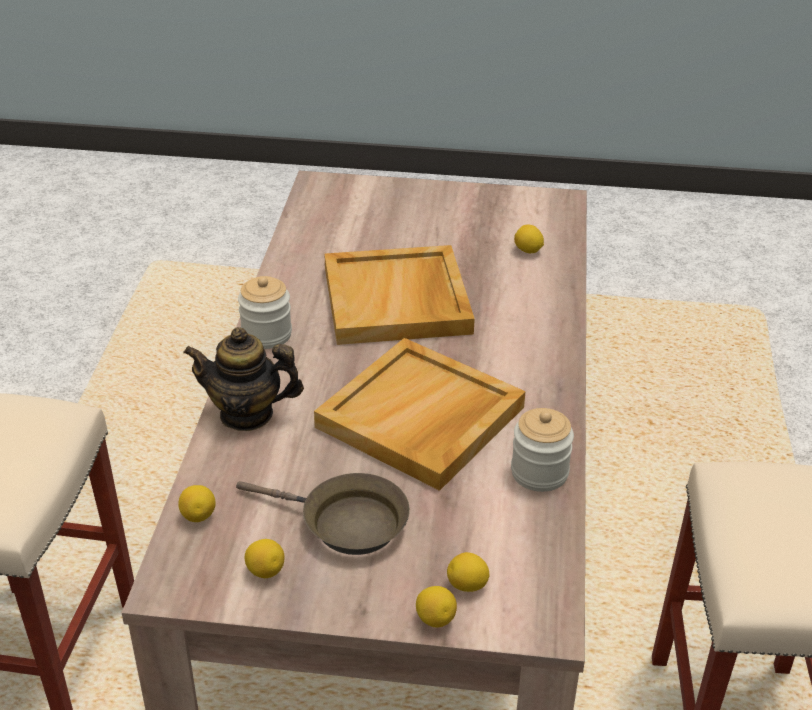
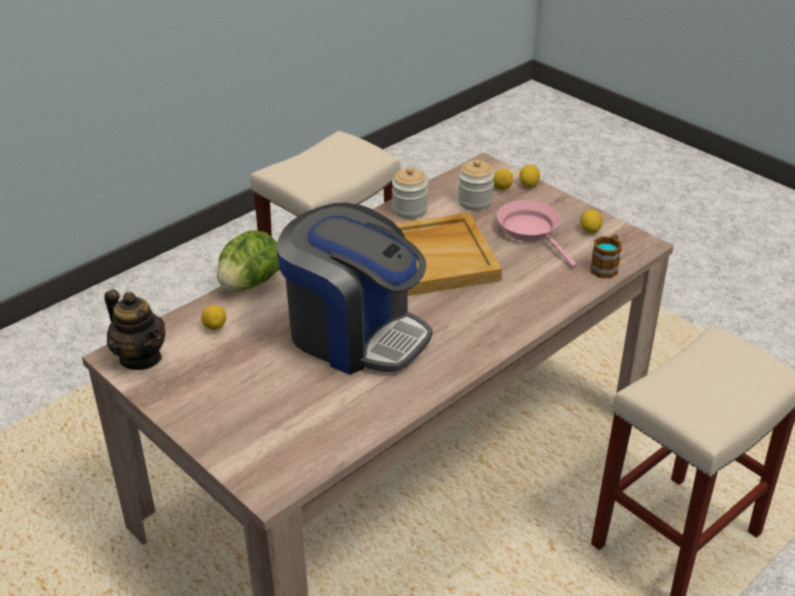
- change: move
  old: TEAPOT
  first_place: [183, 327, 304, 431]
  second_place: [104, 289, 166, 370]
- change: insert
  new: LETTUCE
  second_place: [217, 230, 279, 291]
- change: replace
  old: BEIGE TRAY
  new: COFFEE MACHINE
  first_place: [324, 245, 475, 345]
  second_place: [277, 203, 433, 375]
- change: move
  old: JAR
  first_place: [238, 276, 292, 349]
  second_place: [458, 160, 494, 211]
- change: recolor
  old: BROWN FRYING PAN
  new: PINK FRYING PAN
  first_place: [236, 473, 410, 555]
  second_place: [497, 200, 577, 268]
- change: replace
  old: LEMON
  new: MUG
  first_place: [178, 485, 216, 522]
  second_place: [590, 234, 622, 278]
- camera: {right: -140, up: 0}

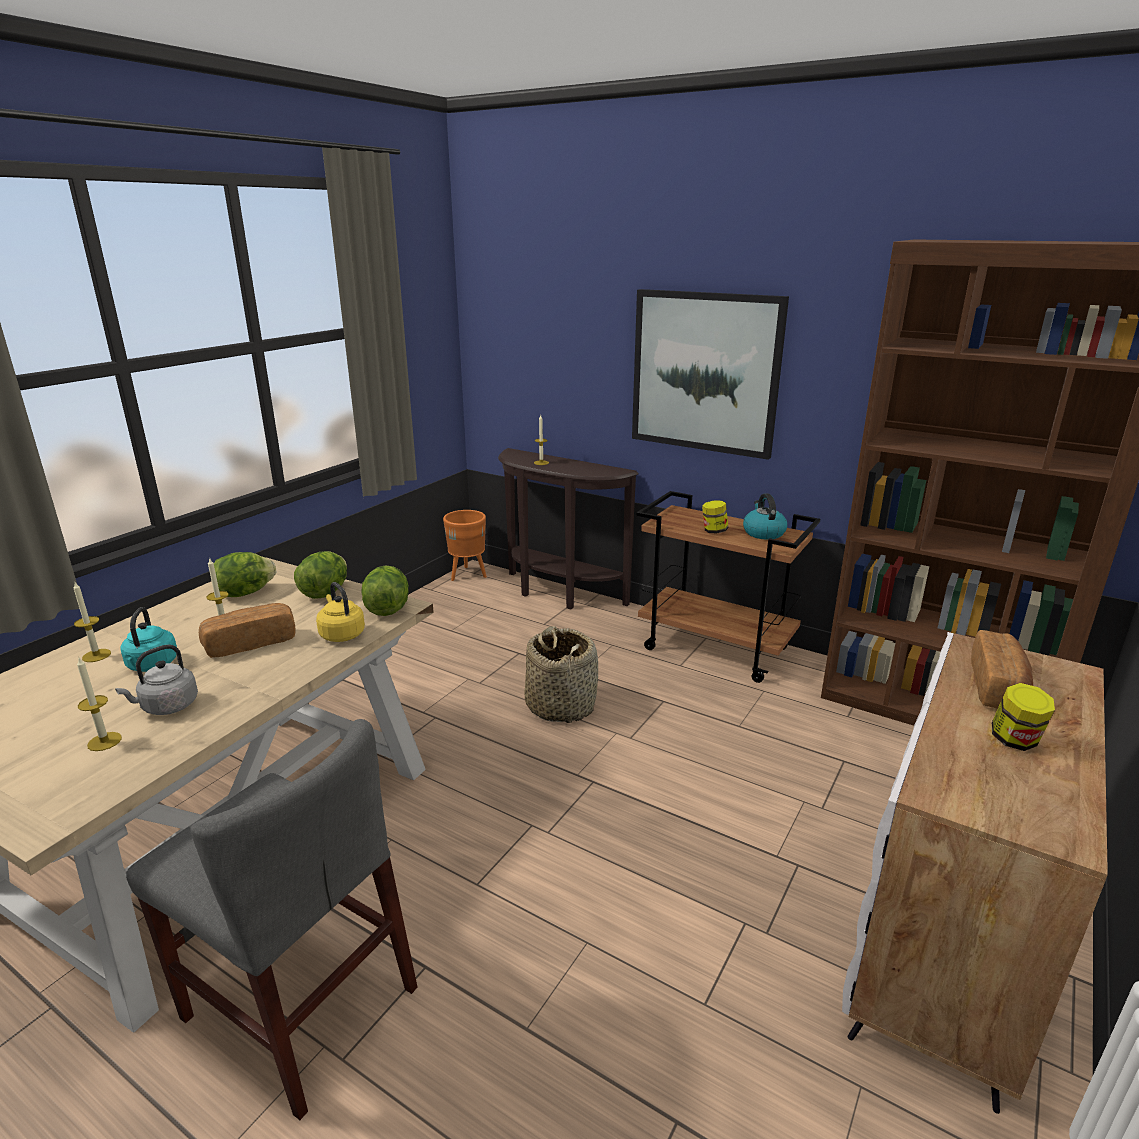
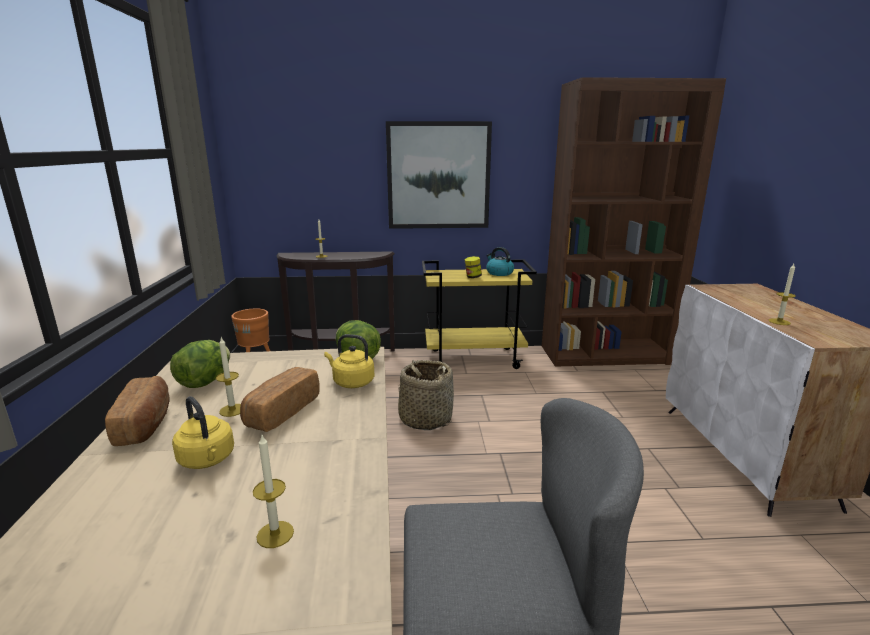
- change: move
  old: BREAD
  first_place: [971, 630, 1033, 708]
  second_place: [105, 376, 170, 446]
- change: recolor
  old: TURQUOISE KETTLE
  new: YELLOW KETTLE
  first_place: [120, 607, 177, 672]
  second_place: [172, 396, 234, 469]
- change: recolor
  old: BROWN CART
  new: YELLOW CART
  first_place: [636, 491, 820, 683]
  second_place: [422, 260, 537, 369]
- change: move
  old: CANDLE
  first_place: [74, 582, 111, 662]
  second_place: [769, 264, 796, 325]
- change: delete
  old: GREY KETTLE
  first_place: [115, 645, 198, 715]
- change: delete
  old: LETTUCE
  first_place: [294, 551, 347, 599]
- change: delete
  old: JAR
  first_place: [992, 683, 1055, 751]
- camera: {right: -35, up: -5}

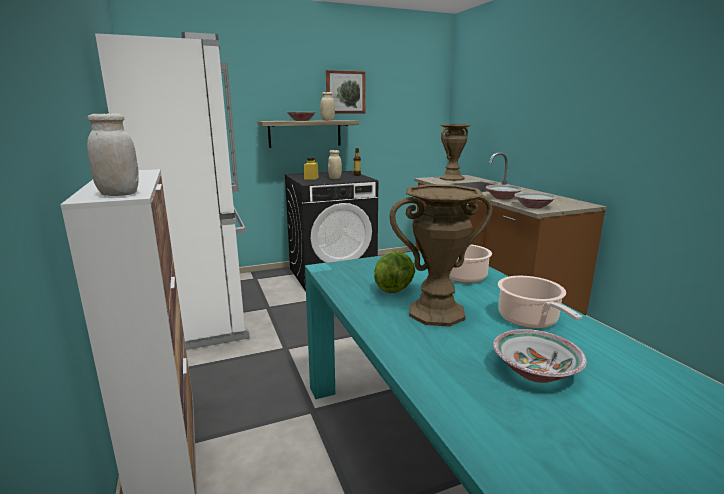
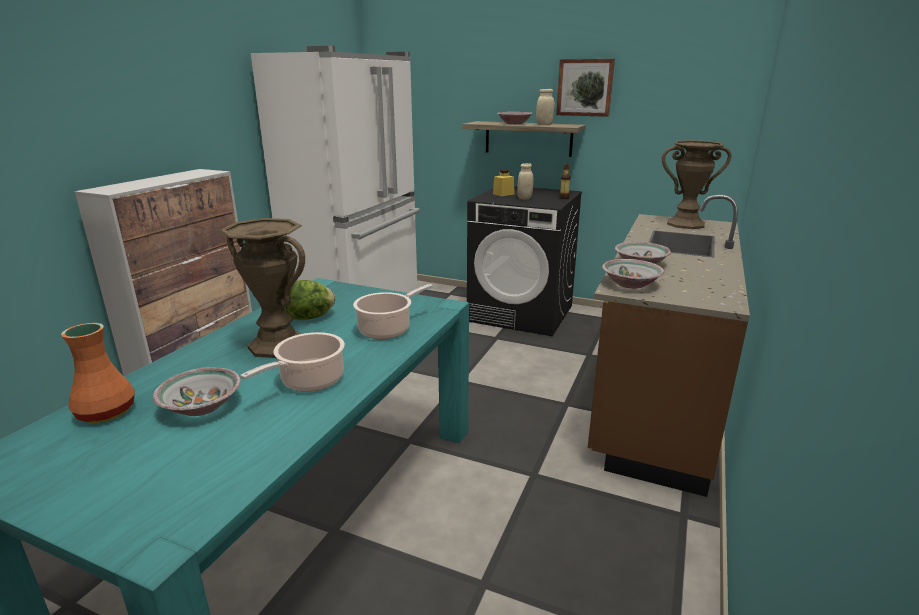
- change: insert
  new: ORANGE VASE
  second_place: [61, 323, 135, 423]
- change: delete
  old: WHITE JAR
  first_place: [87, 113, 139, 196]
- camera: {right: 45, up: 5}

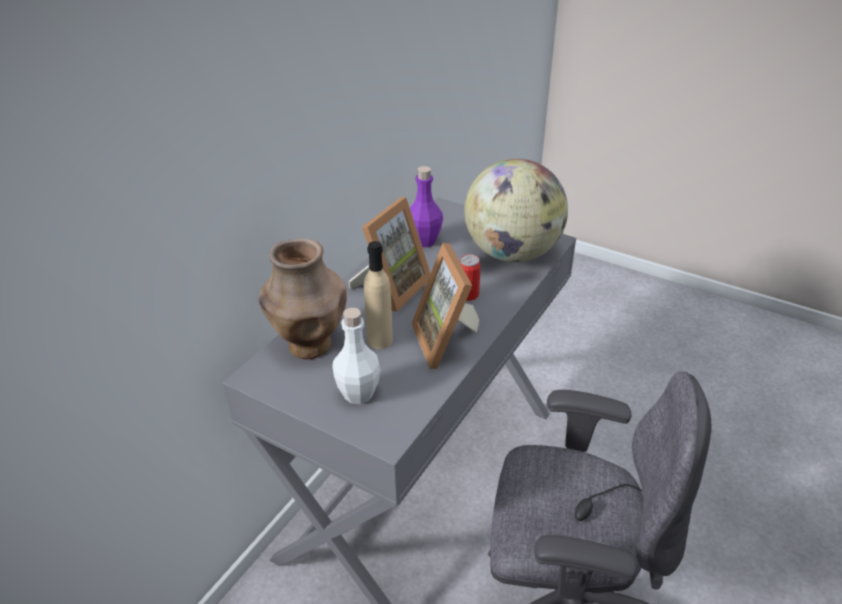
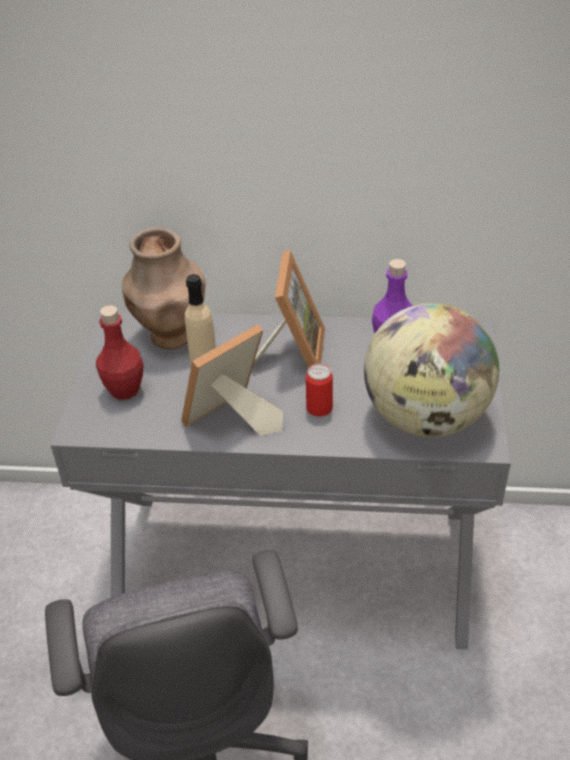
- change: recolor
  old: WHITE BOTTLE
  new: RED BOTTLE
  first_place: [332, 308, 381, 404]
  second_place: [96, 306, 144, 400]
- change: rotate
  old: PICTURE FRAME
  first_place: [349, 197, 431, 311]
  second_place: [254, 250, 325, 368]
  degrees: -90
- camera: {right: 65, up: 5}

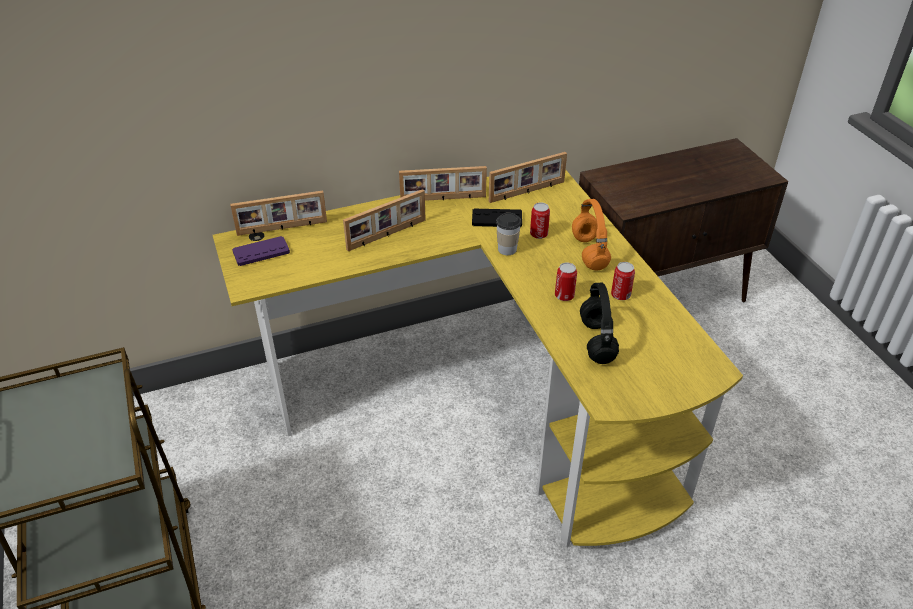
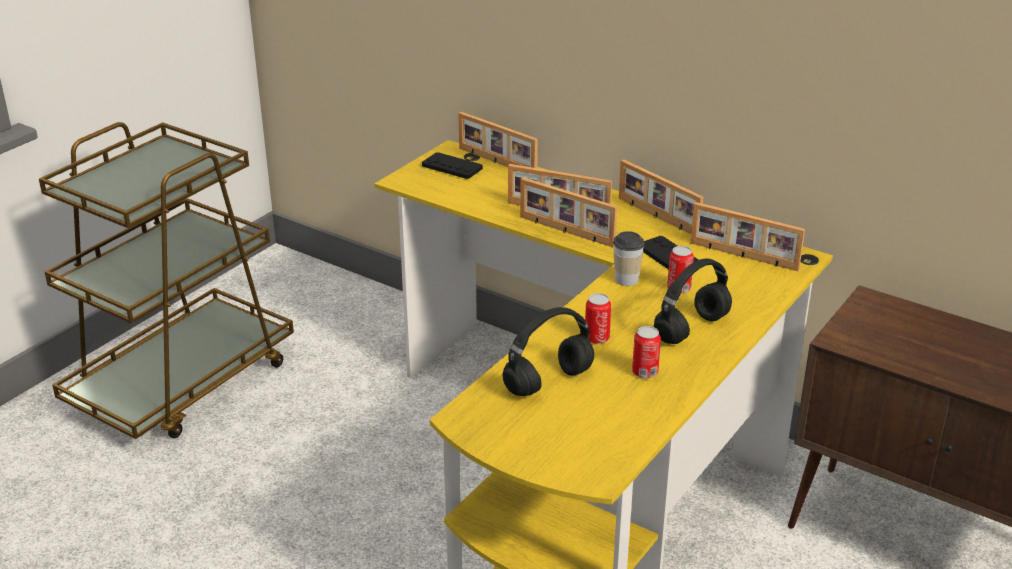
- change: recolor
  old: PURPLE GAME CONTROLLER
  new: BLACK GAME CONTROLLER
  first_place: [232, 236, 290, 266]
  second_place: [422, 152, 483, 179]
- change: insert
  new: PICTURE FRAME
  second_place: [520, 177, 617, 247]
- change: recolor
  old: ORANGE HEADPHONES
  new: BLACK HEADPHONES
  first_place: [572, 199, 611, 270]
  second_place: [654, 259, 732, 344]
- camera: {right: 55, up: -10}

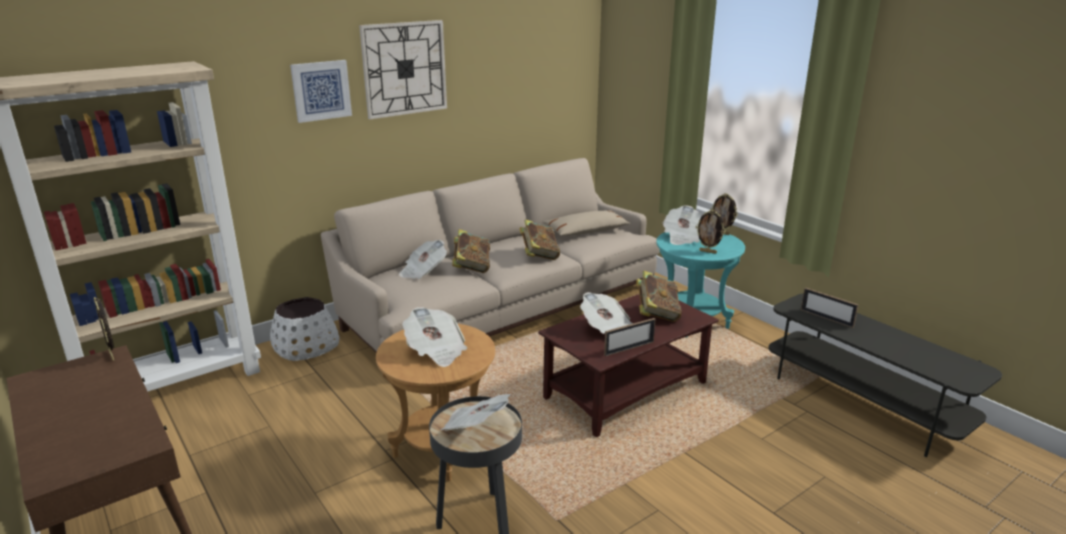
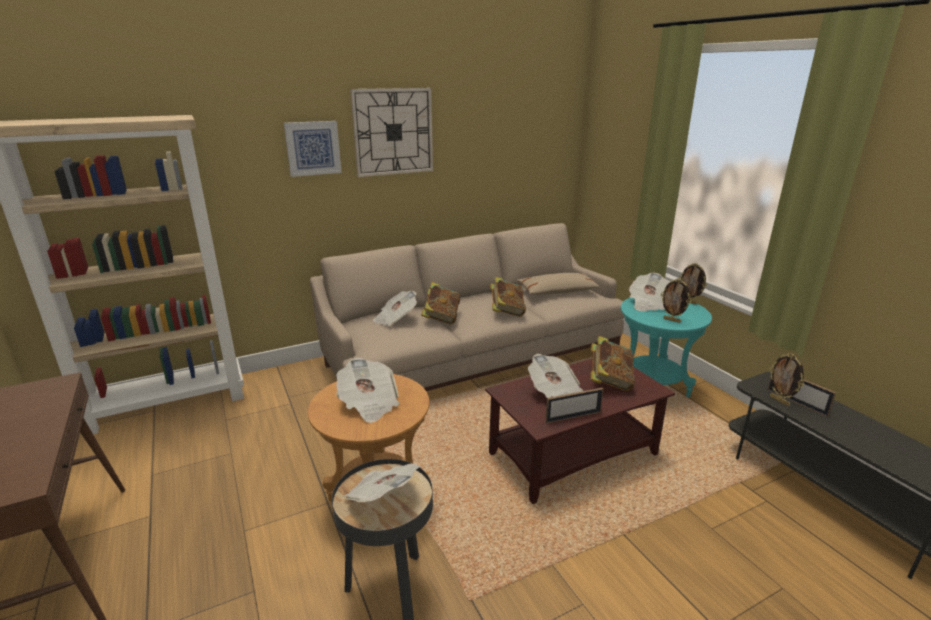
- change: move
  old: PICTURE FRAME
  first_place: [94, 297, 114, 361]
  second_place: [769, 353, 804, 406]
- change: delete
  old: WHITE PLANTER
  first_place: [270, 297, 339, 361]
- camera: {right: 10, up: 0}

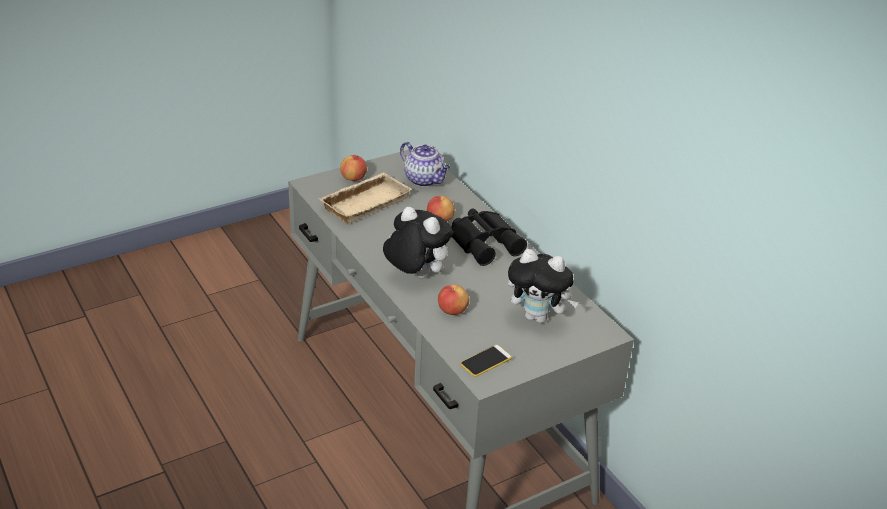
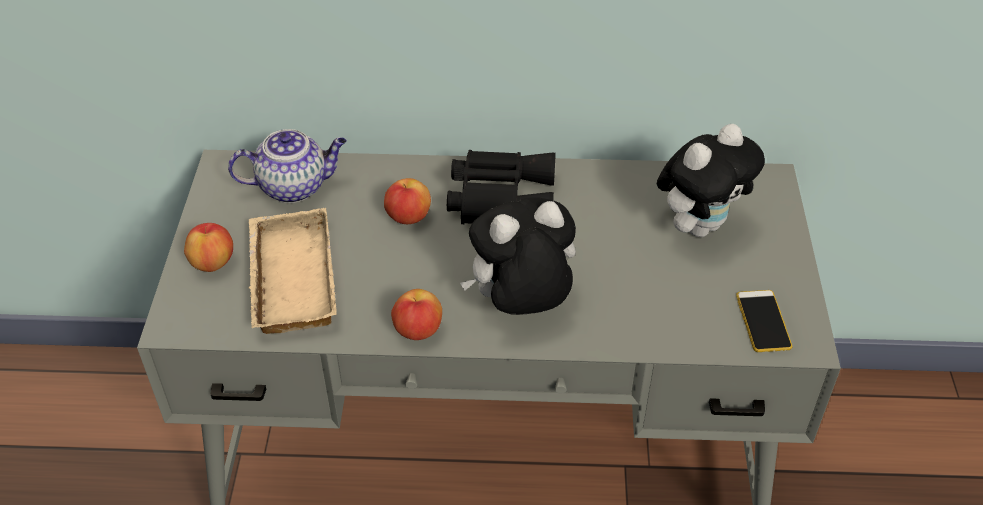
- change: move
  old: APPLE
  first_place: [438, 285, 469, 315]
  second_place: [391, 289, 442, 340]
- camera: {right: -55, up: 10}

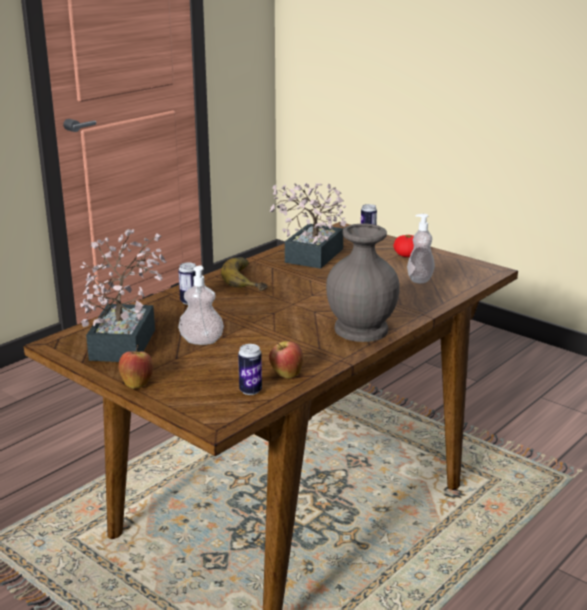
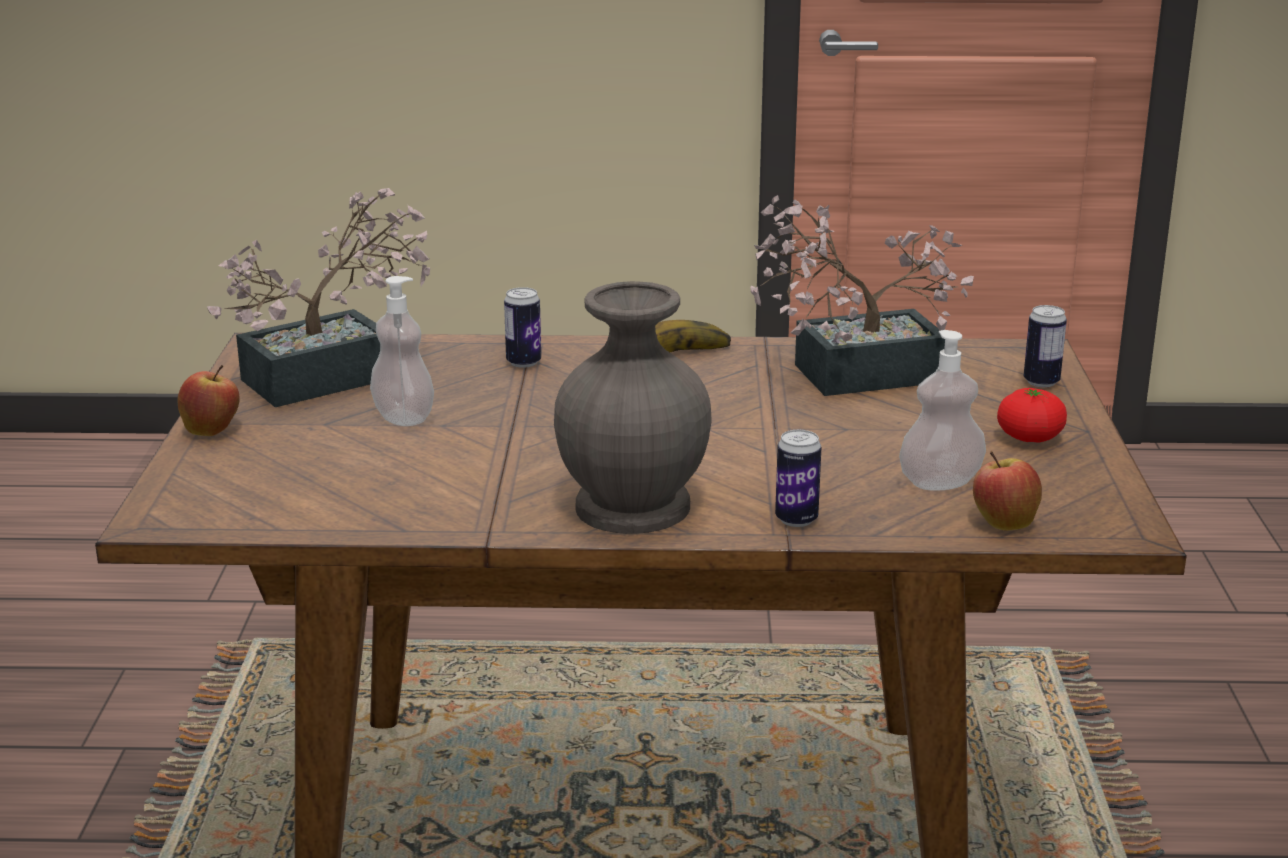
- change: move
  old: CAN
  first_place: [238, 344, 262, 395]
  second_place: [775, 430, 822, 527]
- change: move
  old: APPLE
  first_place: [269, 341, 303, 378]
  second_place: [973, 451, 1042, 531]
- camera: {right: 50, up: 0}

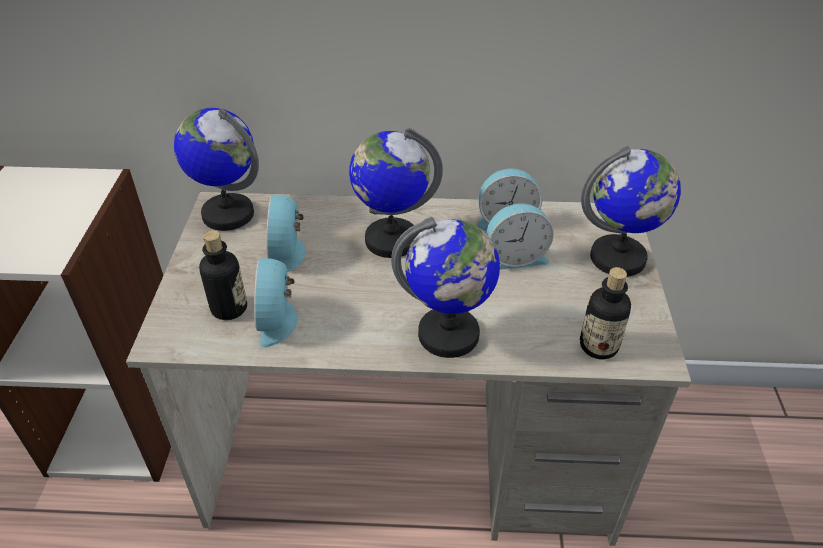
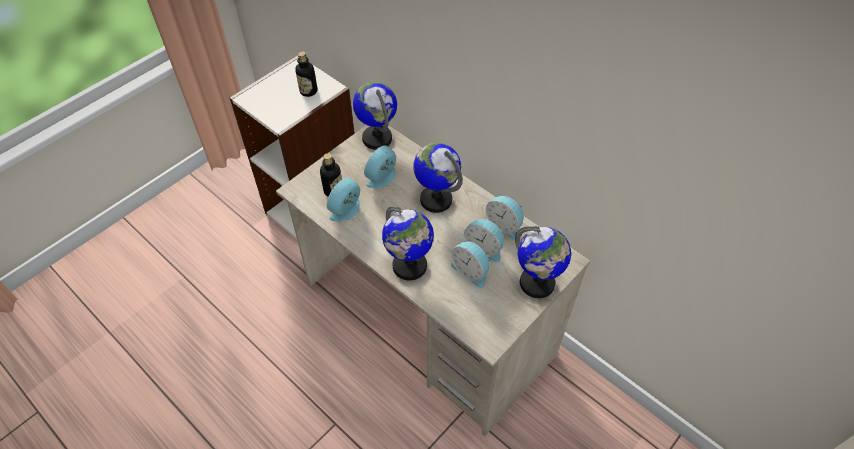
- change: move
  old: BOTTLE
  first_place: [580, 267, 631, 359]
  second_place: [295, 52, 317, 97]
- change: insert
  new: ALARM CLOCK
  second_place: [451, 241, 490, 288]
- camera: {right: 40, up: 10}

